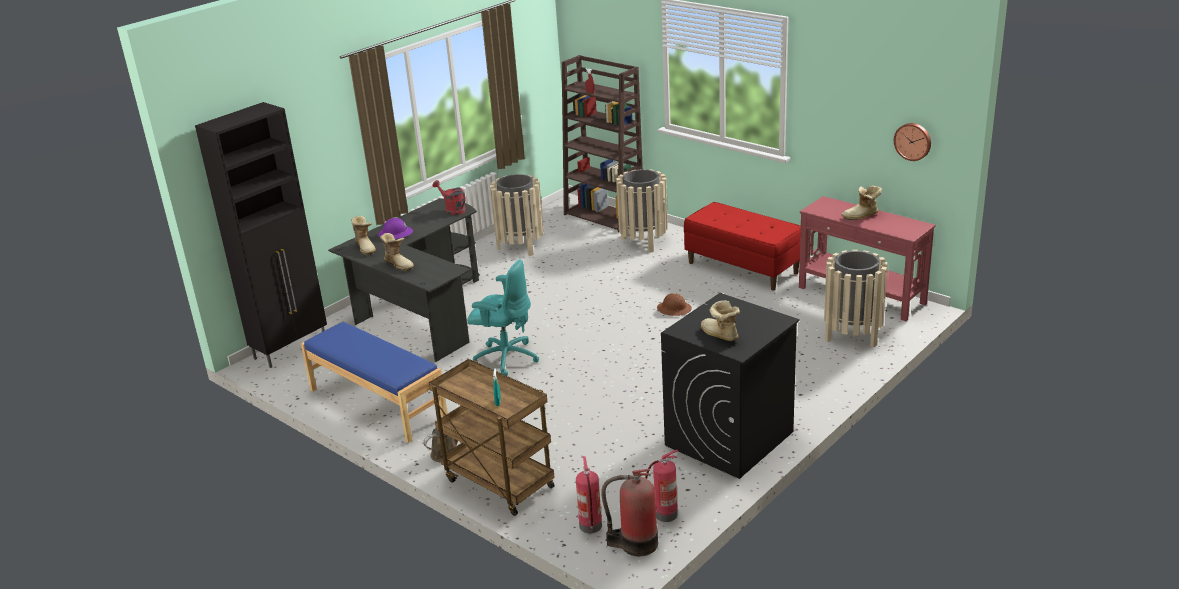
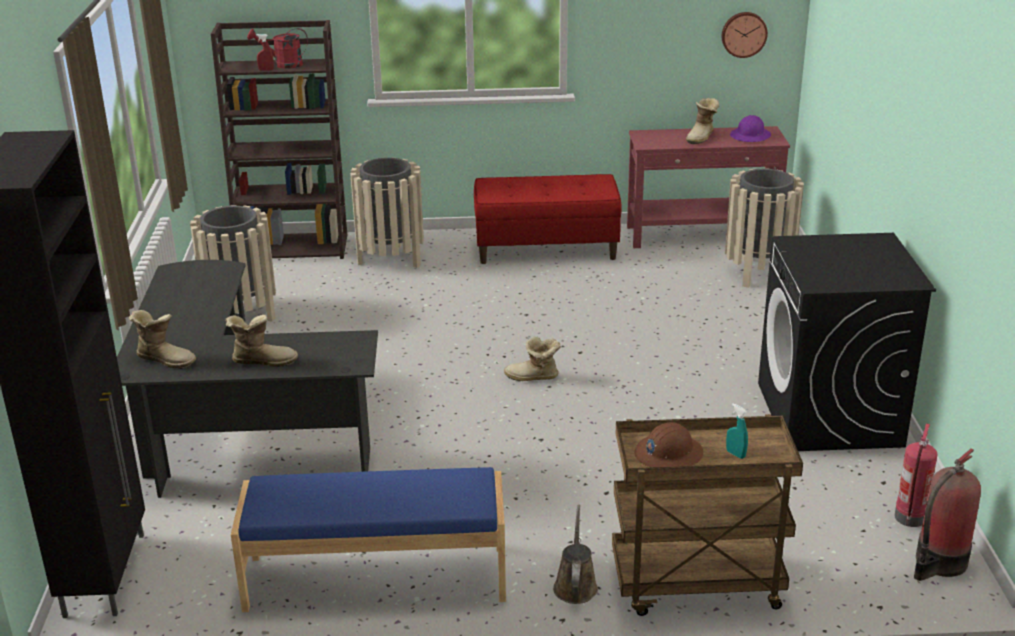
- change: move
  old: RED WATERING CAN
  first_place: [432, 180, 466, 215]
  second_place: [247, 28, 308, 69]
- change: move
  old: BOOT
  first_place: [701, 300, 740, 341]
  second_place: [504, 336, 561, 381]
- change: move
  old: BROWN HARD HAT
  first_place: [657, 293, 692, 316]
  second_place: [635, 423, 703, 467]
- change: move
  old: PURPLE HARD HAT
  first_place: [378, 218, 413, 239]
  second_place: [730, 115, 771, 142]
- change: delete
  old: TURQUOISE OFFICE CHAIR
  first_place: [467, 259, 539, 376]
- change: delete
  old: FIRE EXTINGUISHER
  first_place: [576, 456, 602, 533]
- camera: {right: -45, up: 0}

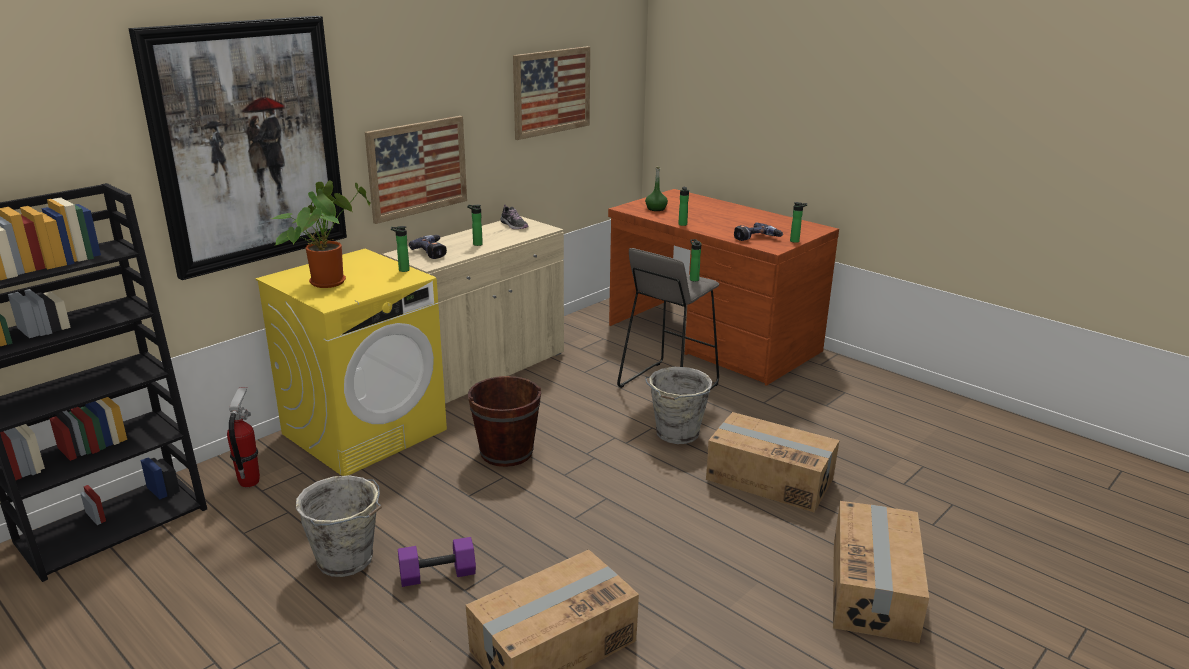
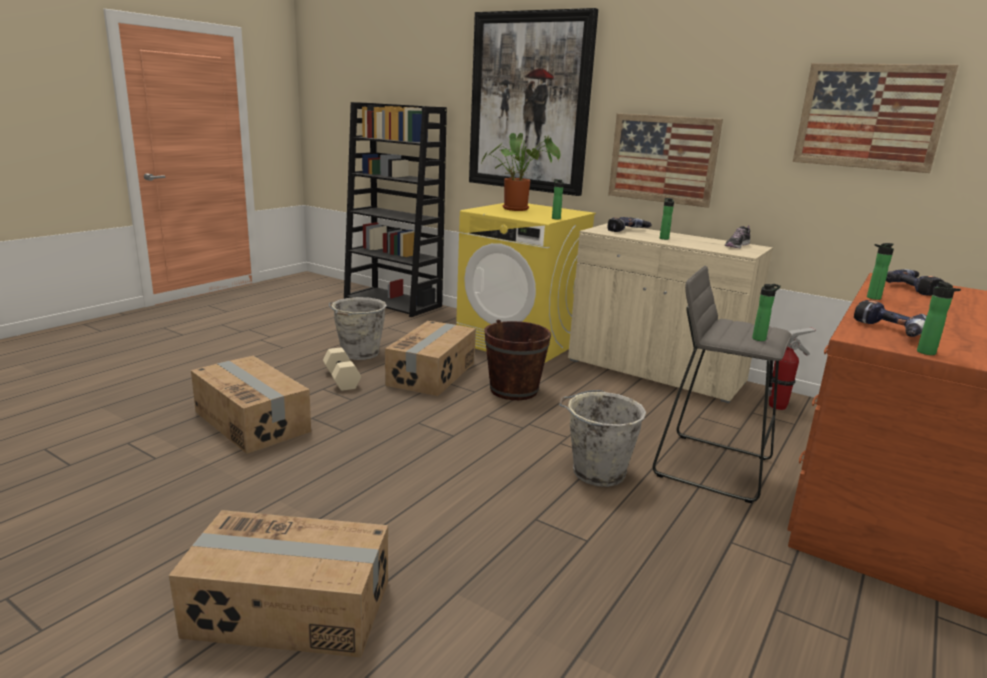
- change: recolor
  old: PURPLE DUMBBELL
  new: BEIGE DUMBBELL
  first_place: [398, 537, 476, 587]
  second_place: [323, 347, 361, 391]
- change: move
  old: CARDBOARD BOX
  first_place: [706, 412, 840, 513]
  second_place: [385, 321, 476, 396]
- change: move
  old: FIRE EXTINGUISHER
  first_place: [227, 387, 260, 487]
  second_place: [768, 327, 816, 410]
- change: replace
  old: GREEN BOTTLE
  new: POWER DRILL
  first_place: [645, 167, 668, 211]
  second_place: [886, 269, 944, 296]
- camera: {right: 80, up: -5}

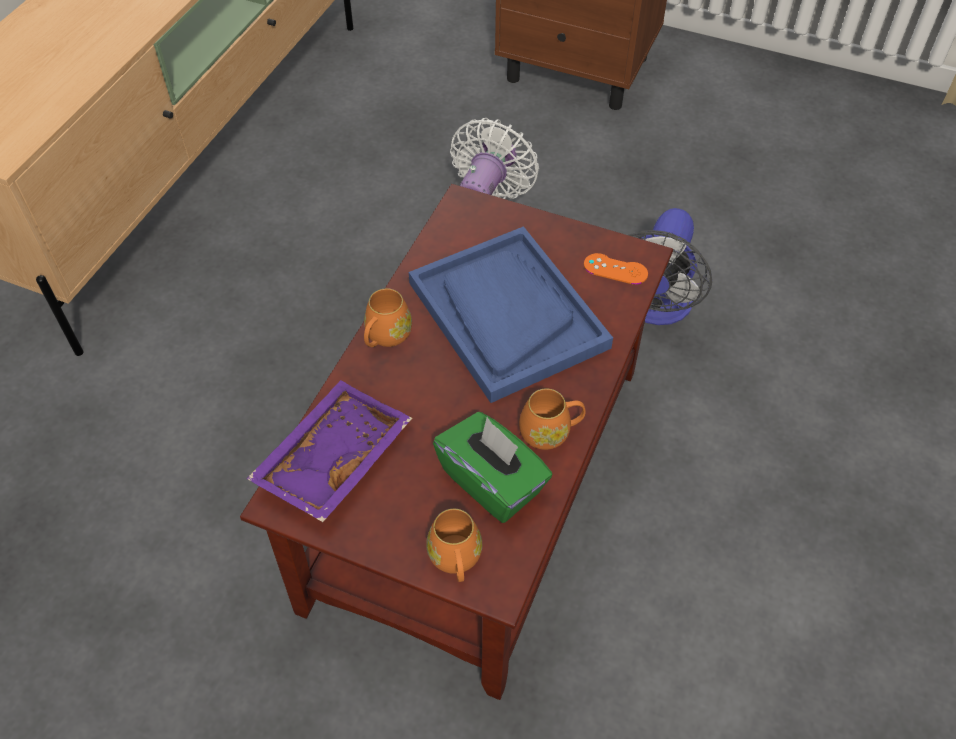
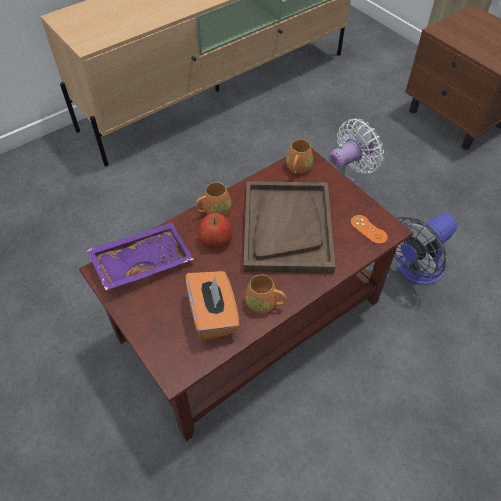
- change: recolor
  old: GREEN TISSUE BOX
  new: ORANGE TISSUE BOX
  first_place: [433, 412, 552, 523]
  second_place: [185, 271, 240, 340]
- change: insert
  new: APPLE
  second_place: [198, 213, 232, 248]
- change: recolor
  old: BLUE TRAY
  new: BROWN TRAY
  first_place: [409, 226, 613, 403]
  second_place: [244, 181, 335, 273]
- change: move
  old: ORANGE MUG
  first_place: [426, 509, 482, 582]
  second_place: [286, 139, 313, 174]
- camera: {right: 30, up: 0}

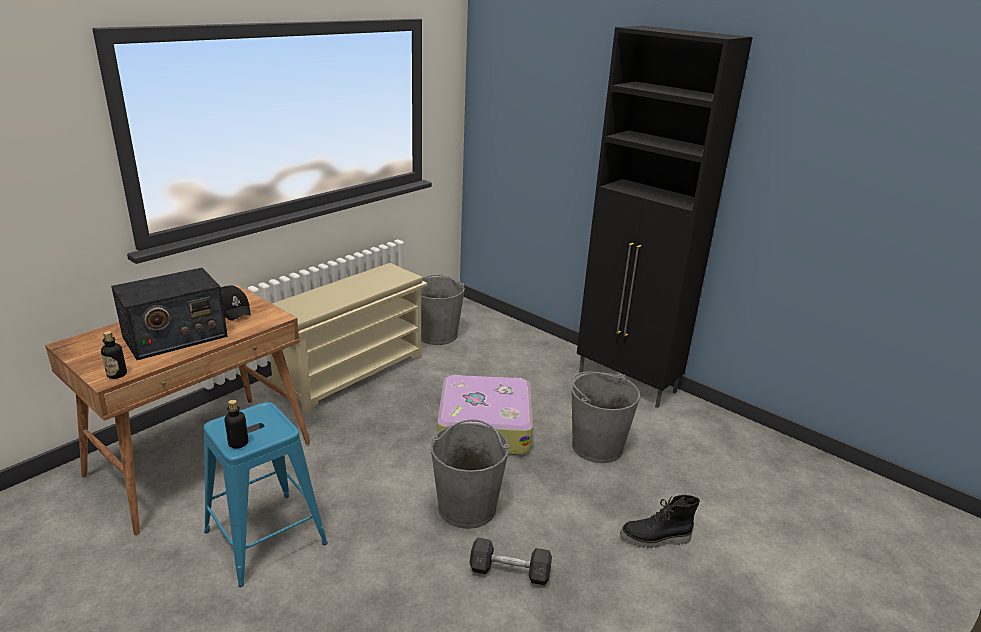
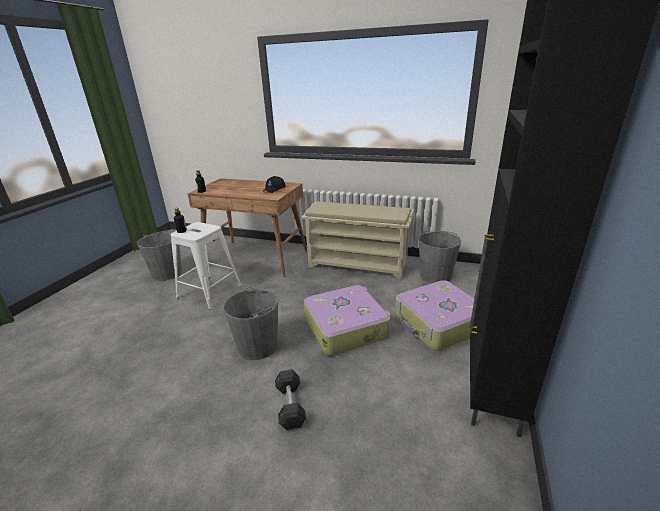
- change: move
  old: GREY BUCKET
  first_place: [571, 372, 640, 463]
  second_place: [137, 230, 182, 281]
- change: recolor
  old: BLUE STOOL
  new: WHITE STOOL
  first_place: [204, 402, 328, 587]
  second_place: [171, 222, 242, 309]
- change: move
  old: GREY DUMBBELL
  first_place: [470, 538, 552, 585]
  second_place: [275, 369, 306, 430]
- change: insert
  new: SUITCASE
  second_place: [395, 280, 474, 351]
- change: delete
  old: RADIO
  first_place: [111, 268, 228, 360]
- change: delete
  old: BLACK BOOT
  first_place: [620, 495, 700, 548]
- camera: {right: 70, up: 0}

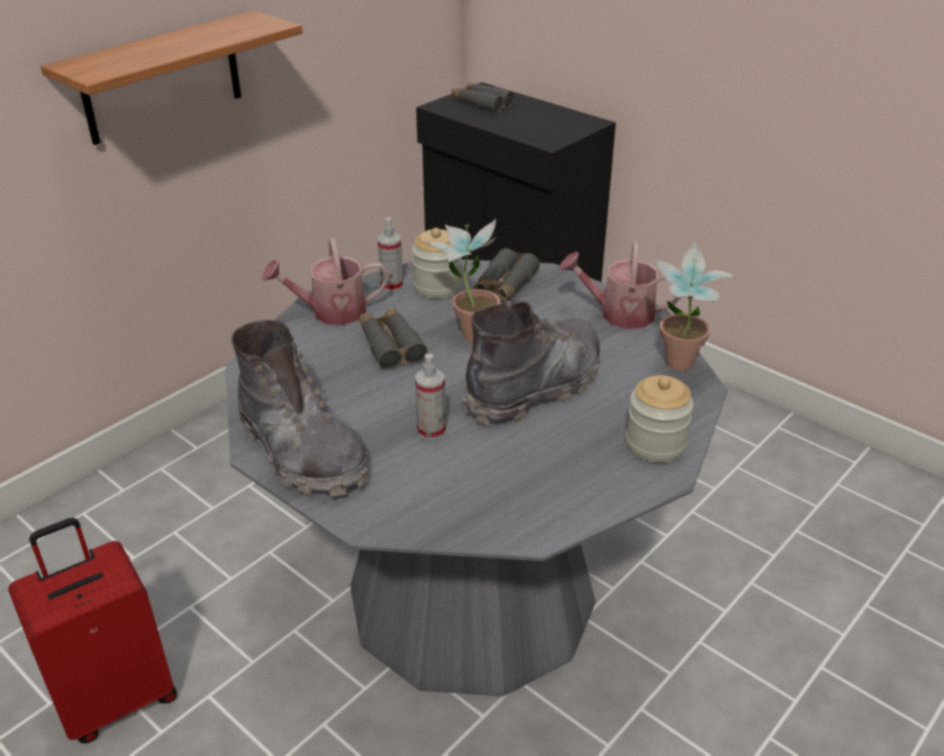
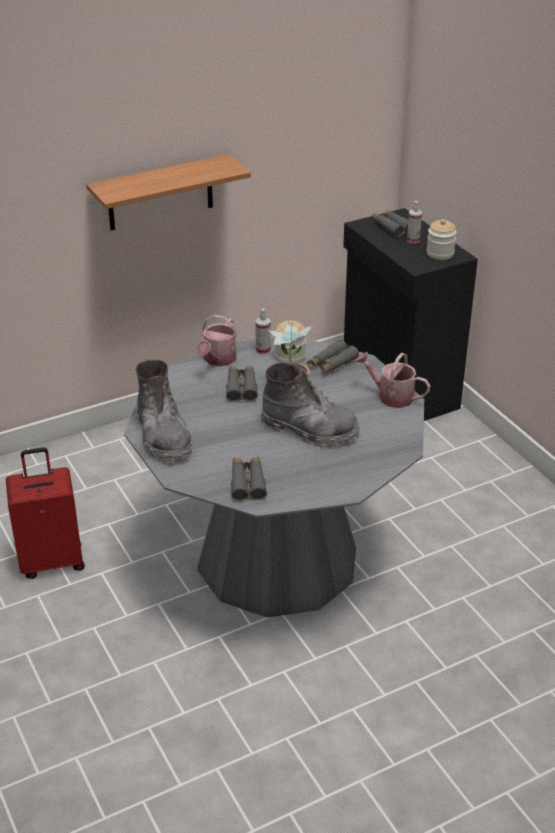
- change: rotate
  old: WATERING CAN
  first_place: [261, 238, 389, 325]
  second_place: [196, 315, 237, 366]
  degrees: -75
- change: insert
  new: GREY BINOCULARS
  second_place: [231, 456, 267, 501]
- change: rotate
  old: GREY BOOT
  first_place: [462, 300, 601, 426]
  second_place: [260, 363, 360, 447]
  degrees: 45
- change: move
  old: SPRAY BOTTLE
  first_place: [415, 354, 446, 440]
  second_place: [407, 201, 422, 243]
- change: move
  old: JAR
  first_place: [626, 375, 694, 463]
  second_place: [426, 219, 457, 260]
- change: delete
  old: POTTED PLANT
  first_place: [653, 242, 736, 371]
- camera: {right: 20, up: 0}

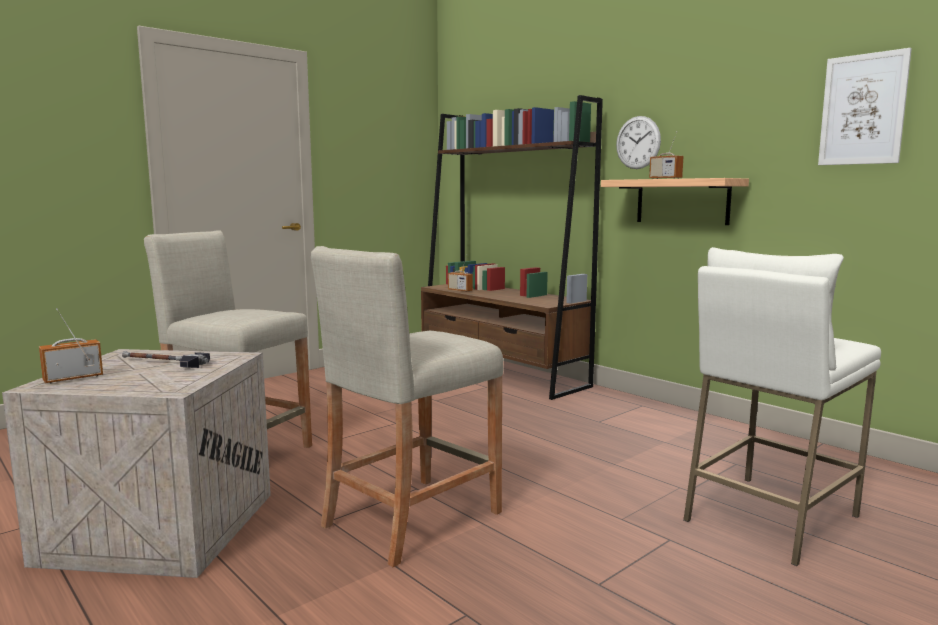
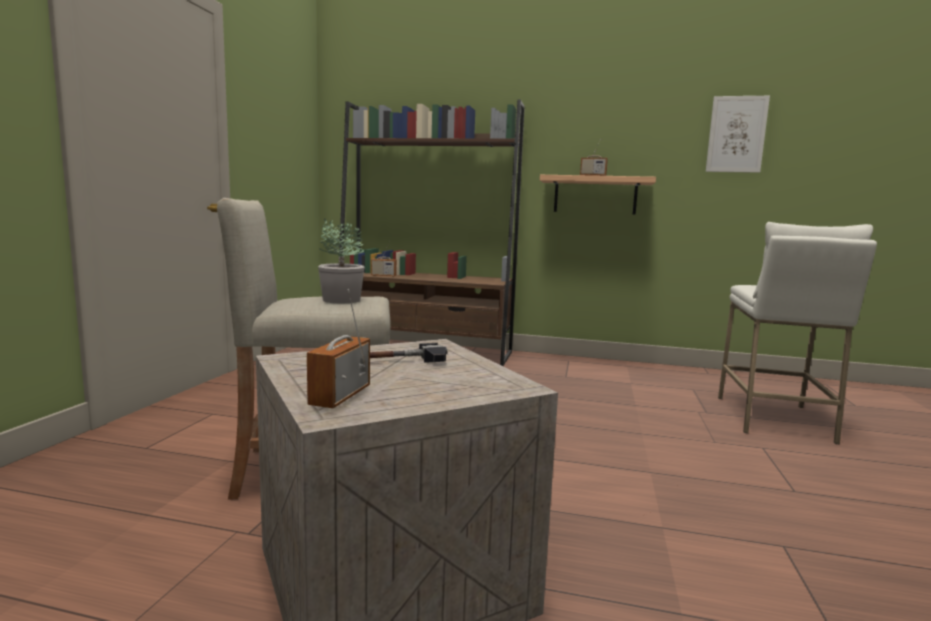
- change: insert
  new: POTTED PLANT
  second_place: [318, 219, 365, 303]
- change: delete
  old: BEIGE STOOL
  first_place: [311, 246, 504, 567]
- change: delete
  old: WALL CLOCK
  first_place: [616, 116, 661, 169]
- camera: {right: -35, up: 0}

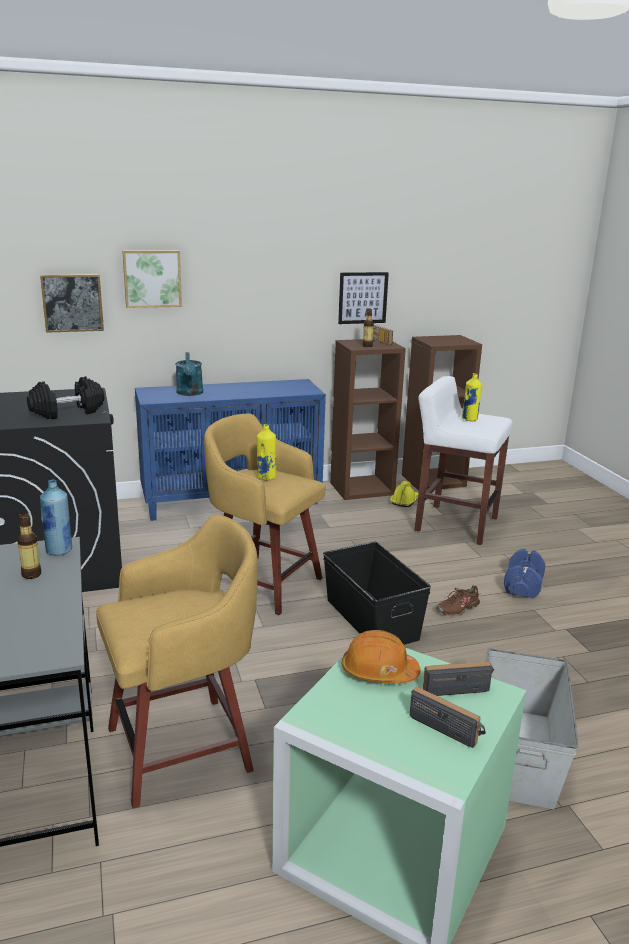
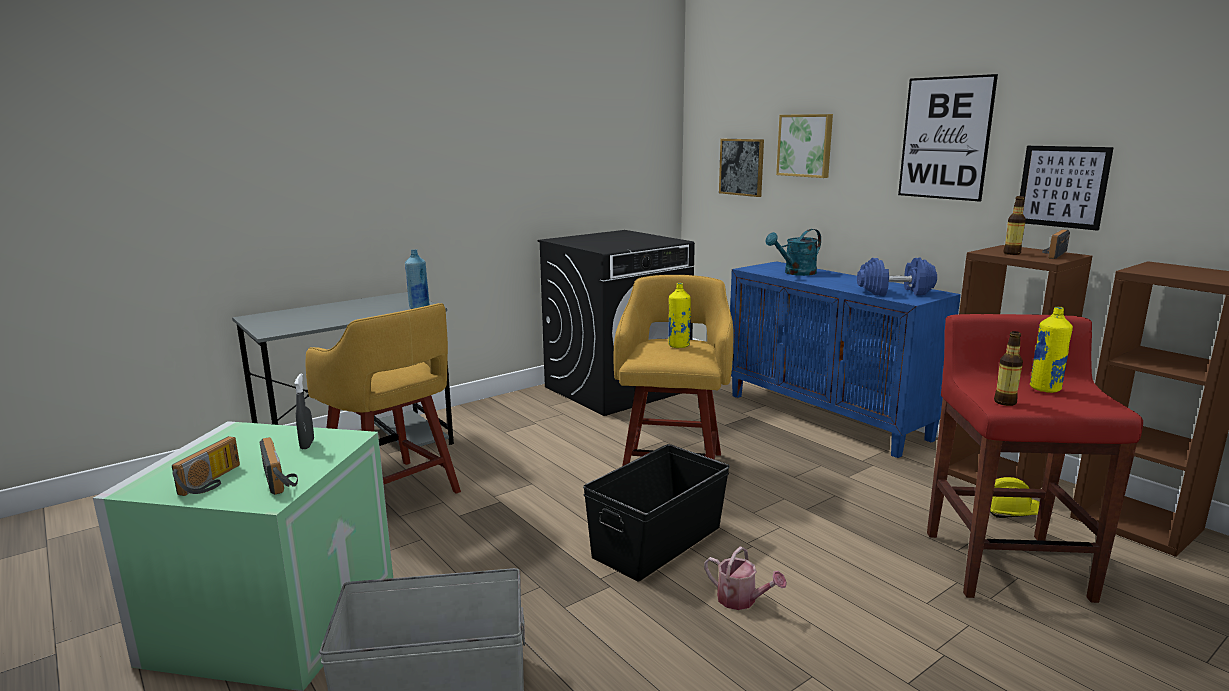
- change: replace
  old: ORANGE HARD HAT
  new: GREY SPRAY BOTTLE
  first_place: [342, 630, 421, 683]
  second_place: [294, 373, 314, 449]
- change: replace
  old: BROWN SHOE
  new: WATERING CAN
  first_place: [436, 585, 480, 616]
  second_place: [704, 546, 787, 610]
- change: move
  old: BLUE DUMBBELL
  first_place: [504, 549, 546, 598]
  second_place: [857, 258, 937, 296]
- change: insert
  new: PICTURE
  second_place: [898, 74, 998, 202]
- change: recolor
  old: WHITE STOOL
  new: RED STOOL
  first_place: [414, 376, 512, 545]
  second_place: [927, 314, 1143, 603]
- change: move
  old: BOTTLE
  first_place: [17, 512, 41, 579]
  second_place: [994, 331, 1023, 406]
- change: delete
  old: BLACK DUMBBELL
  first_place: [27, 376, 104, 419]
- camera: {right: 70, up: -5}

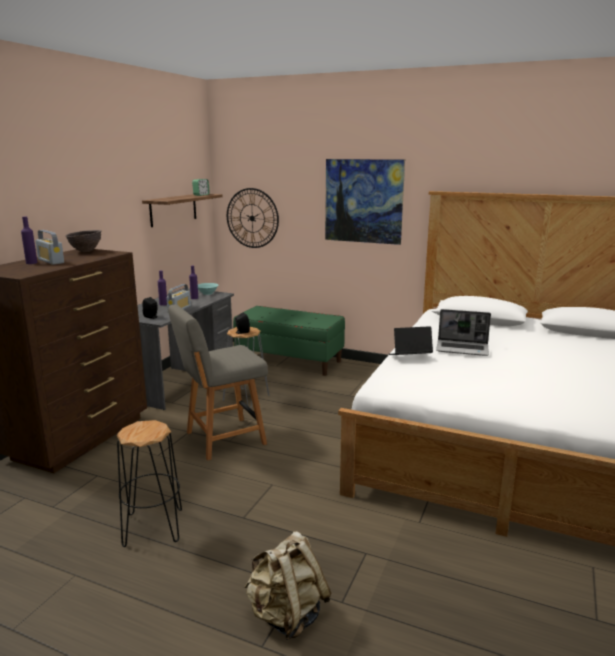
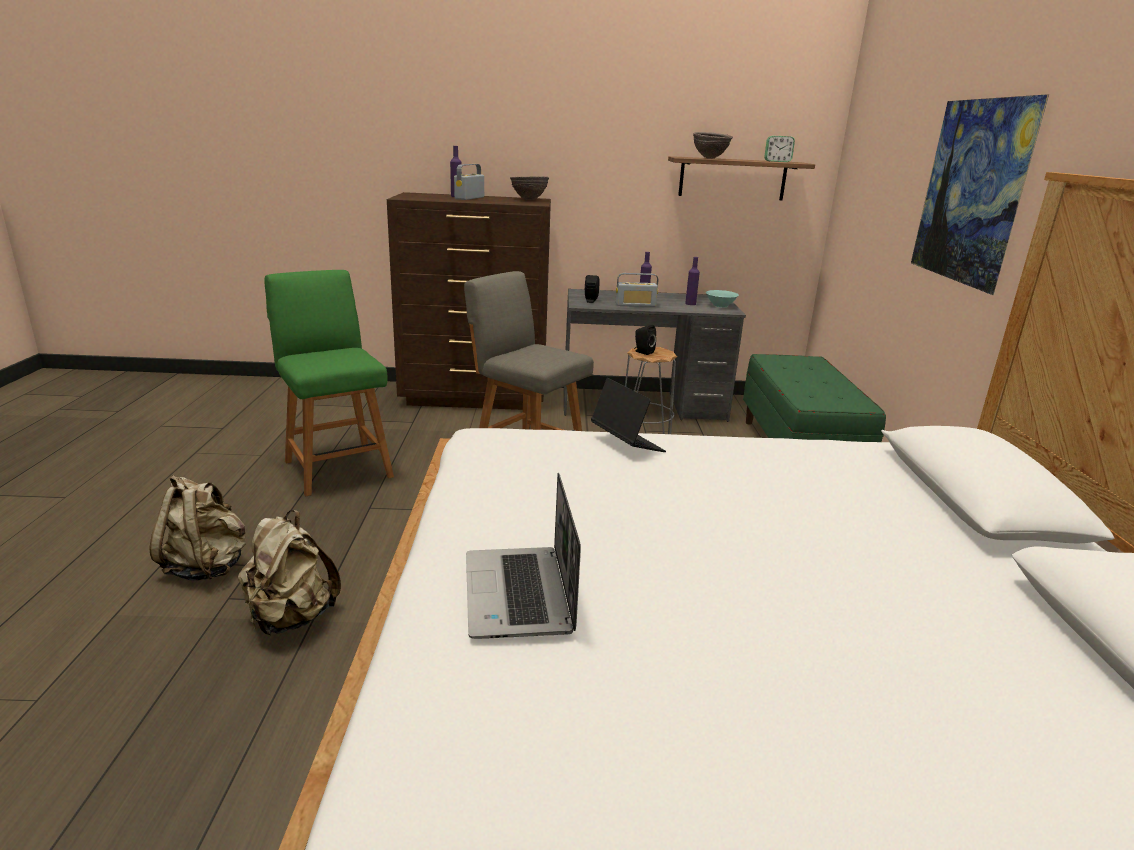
- change: insert
  new: BEIGE BACKPACK
  second_place: [238, 510, 341, 635]
- change: replace
  old: BLACK STOOL
  new: GREEN CHAIR
  first_place: [116, 420, 182, 547]
  second_place: [264, 270, 394, 496]
- change: move
  old: LAPTOP
  first_place: [436, 309, 491, 356]
  second_place: [466, 473, 581, 639]
- change: insert
  new: BROWN BOWL
  second_place: [693, 132, 733, 159]
- change: delete
  old: WALL CLOCK
  first_place: [227, 188, 279, 248]
- camera: {right: 65, up: 5}

